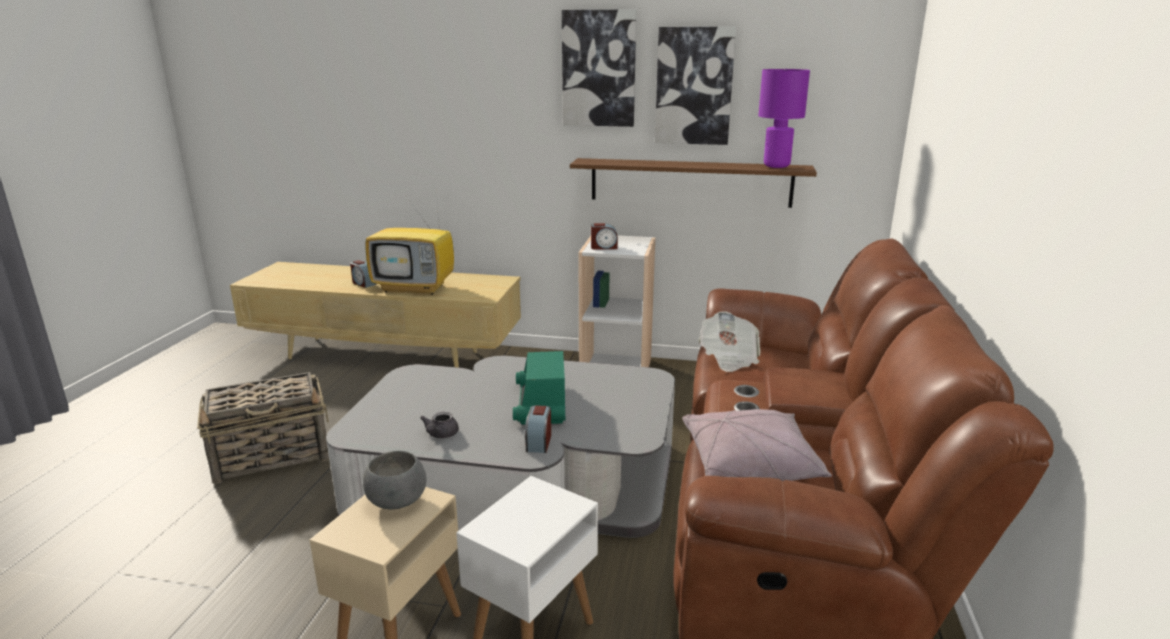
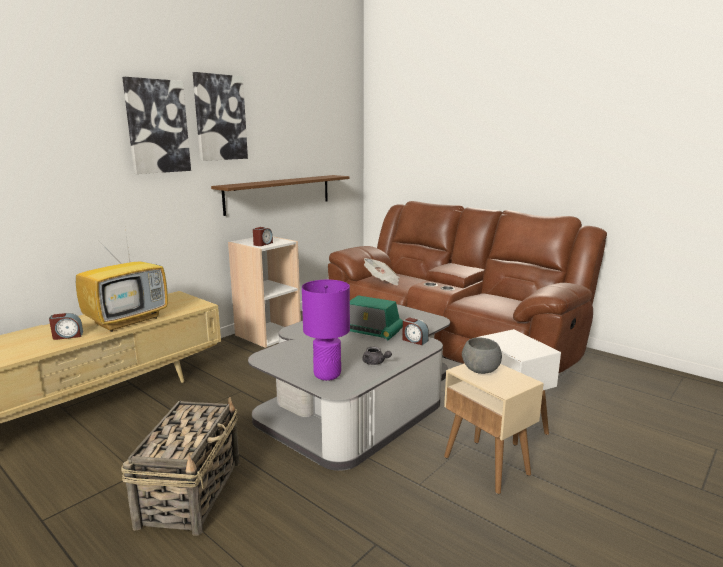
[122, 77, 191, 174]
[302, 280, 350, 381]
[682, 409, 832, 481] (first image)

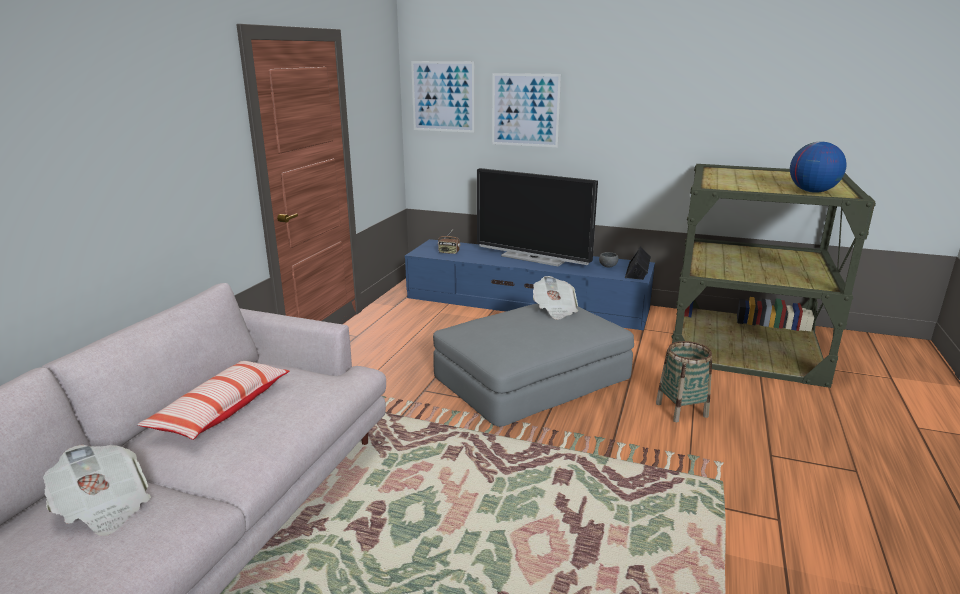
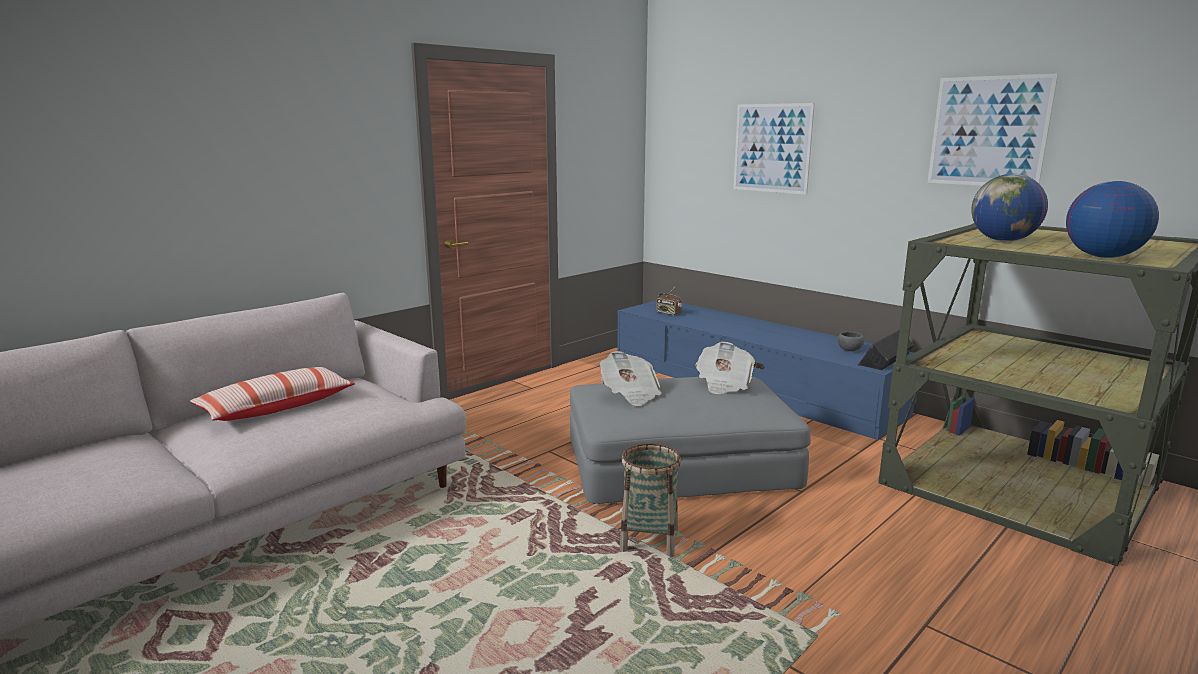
[927, 73, 1058, 186]
[477, 168, 598, 266] (first image)
[620, 443, 681, 557]
[600, 351, 662, 406]
[971, 174, 1048, 241]

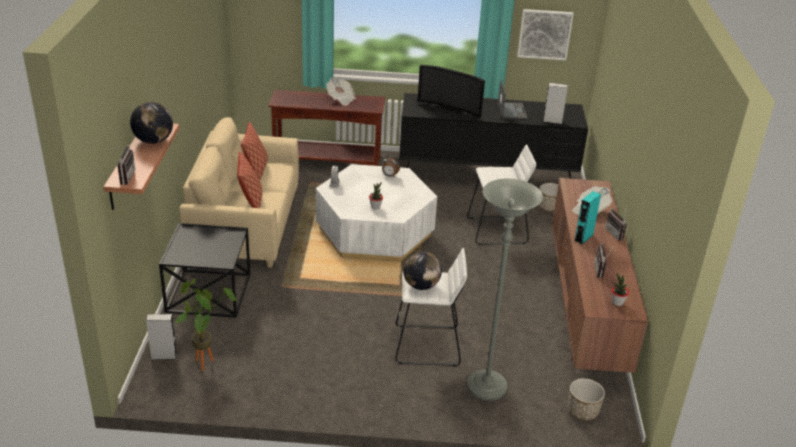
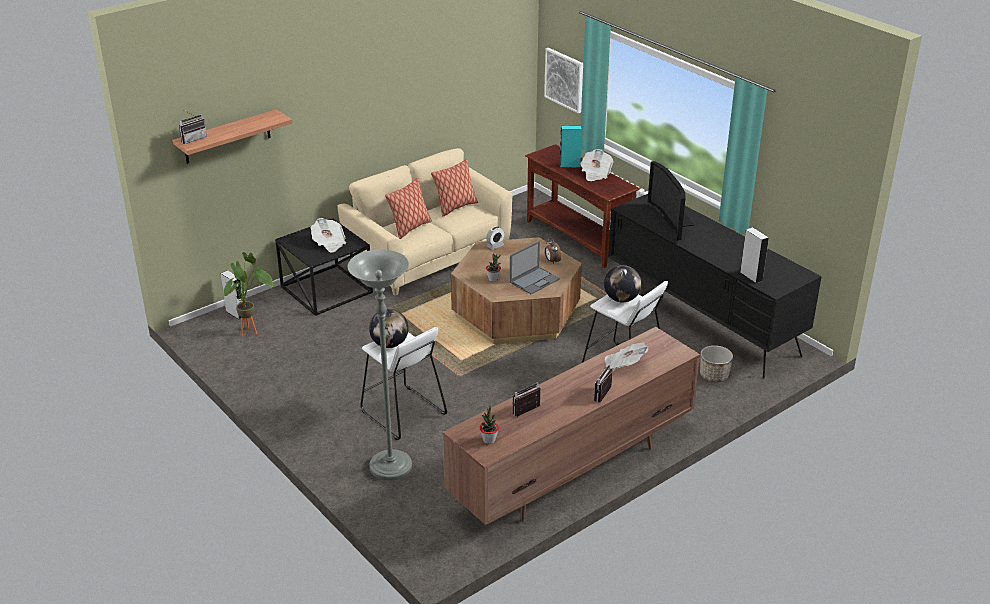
[544, 48, 583, 114]
[510, 241, 560, 294]
[604, 265, 641, 303]
[451, 237, 582, 344]
[560, 126, 582, 168]
[568, 378, 605, 420] (first image)
[311, 218, 346, 253]

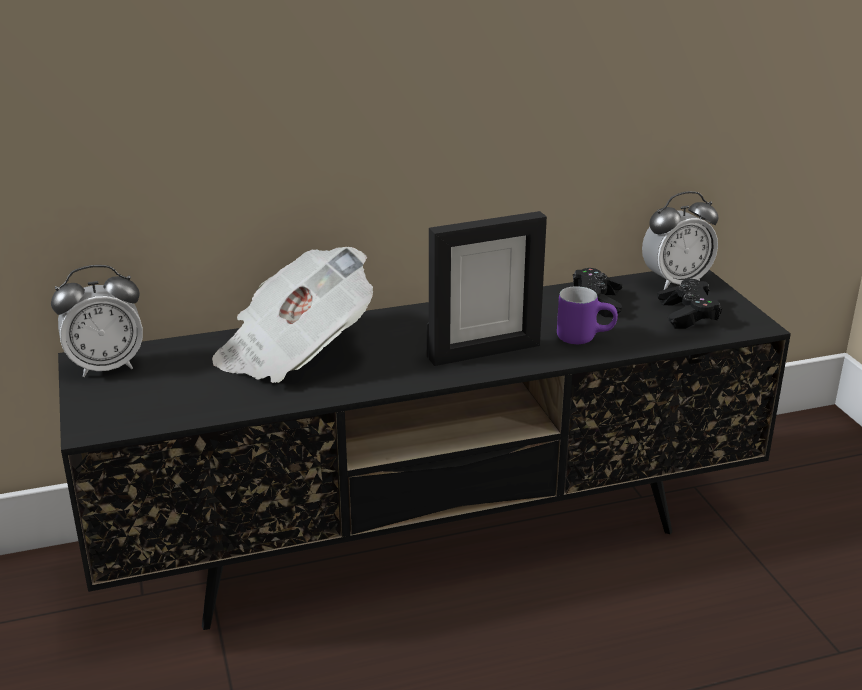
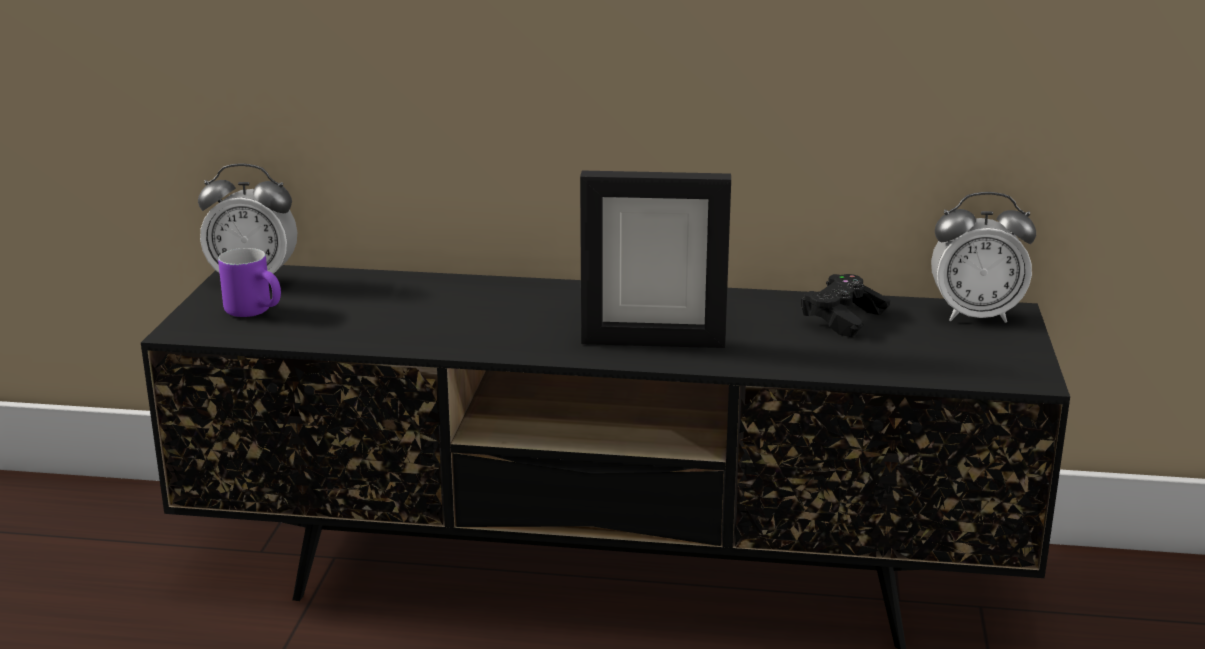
[212, 247, 373, 383] (first image)
[657, 279, 722, 329] (first image)
[218, 248, 281, 317]

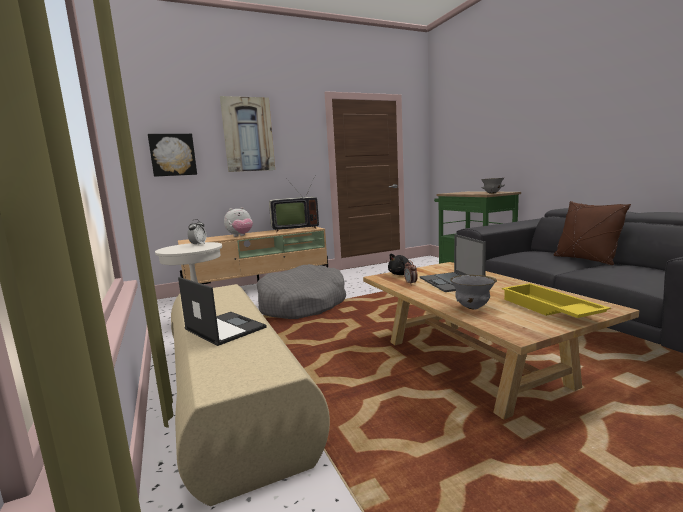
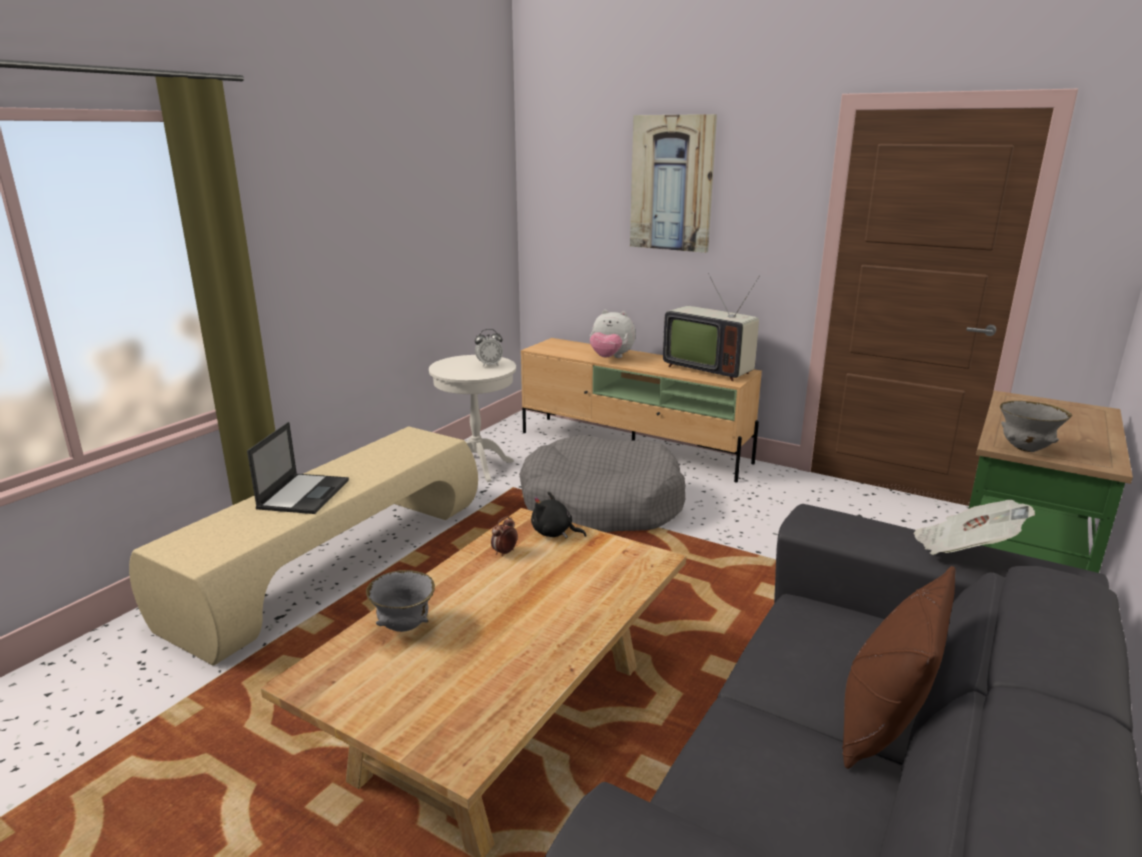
[148, 134, 197, 177] (first image)
[420, 234, 486, 292] (first image)
[502, 283, 611, 318] (first image)
[913, 500, 1035, 555]

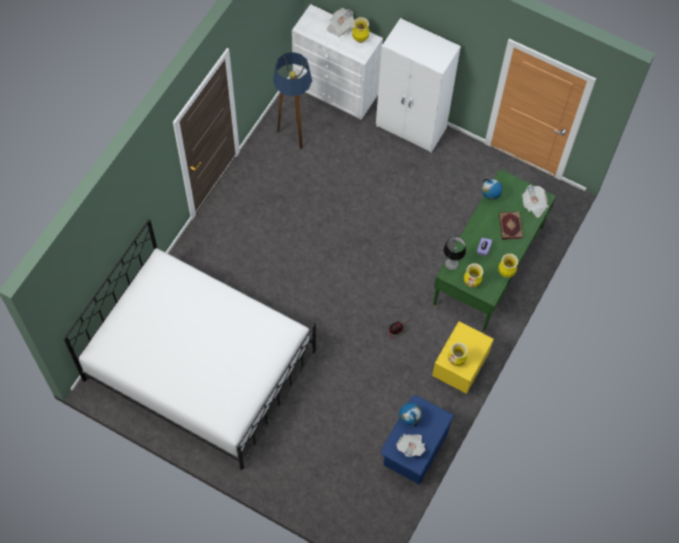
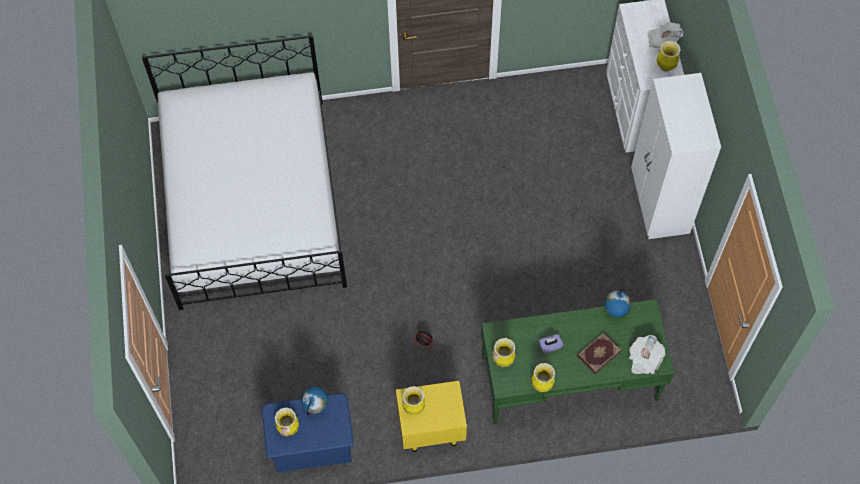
[273, 52, 312, 149] (first image)
[444, 236, 466, 270] (first image)
[275, 408, 299, 436]

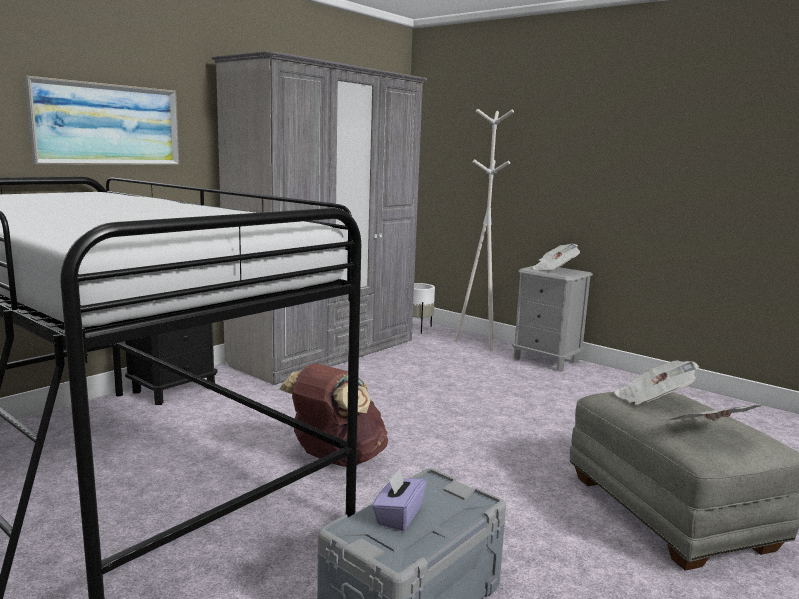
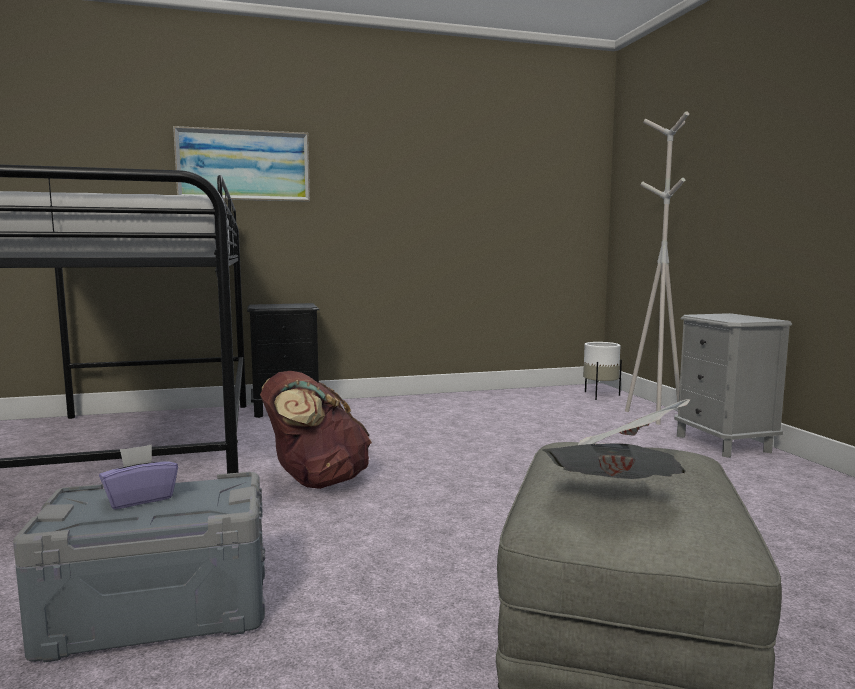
[211, 51, 427, 385] (first image)
[532, 244, 580, 270] (first image)

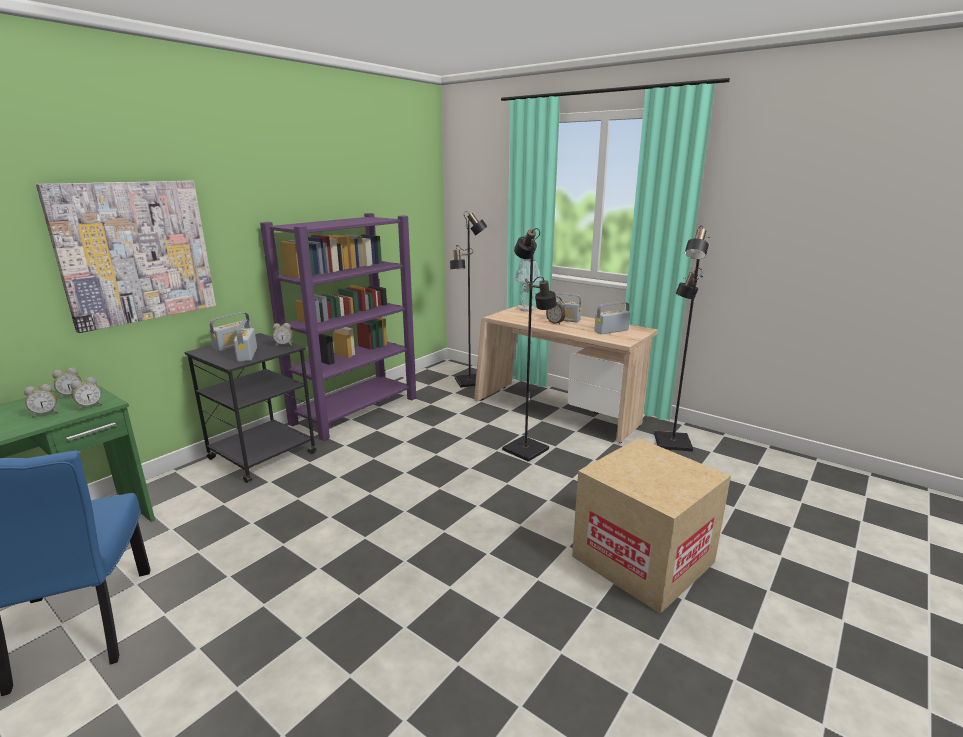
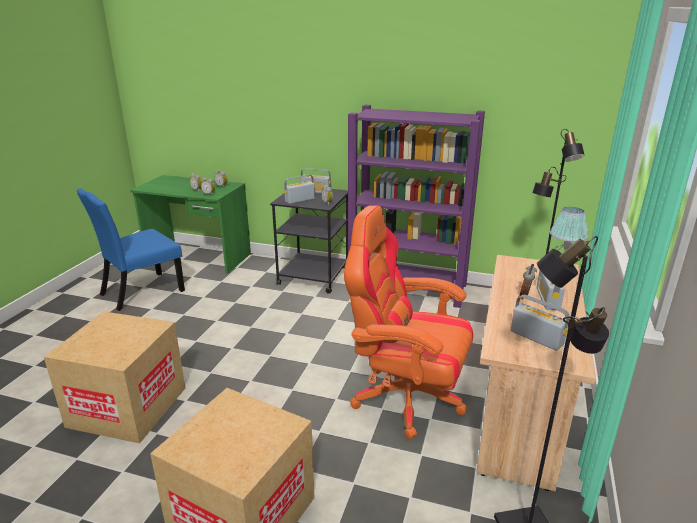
[36, 181, 216, 333] (first image)
[344, 205, 473, 439]
[44, 311, 185, 443]

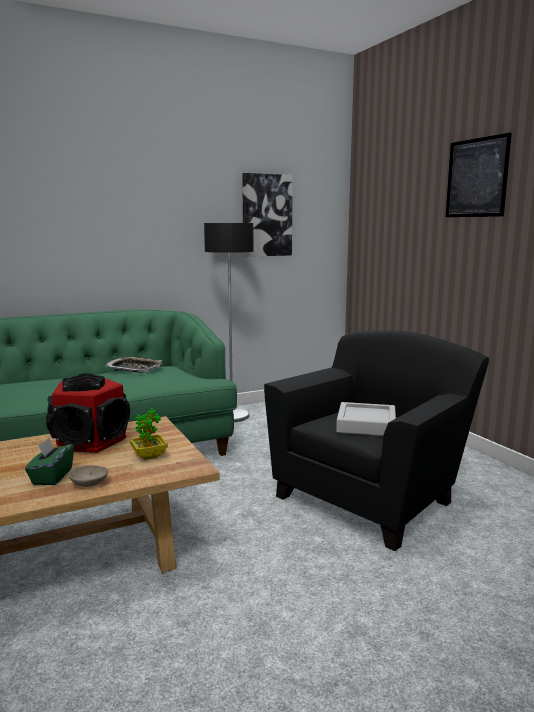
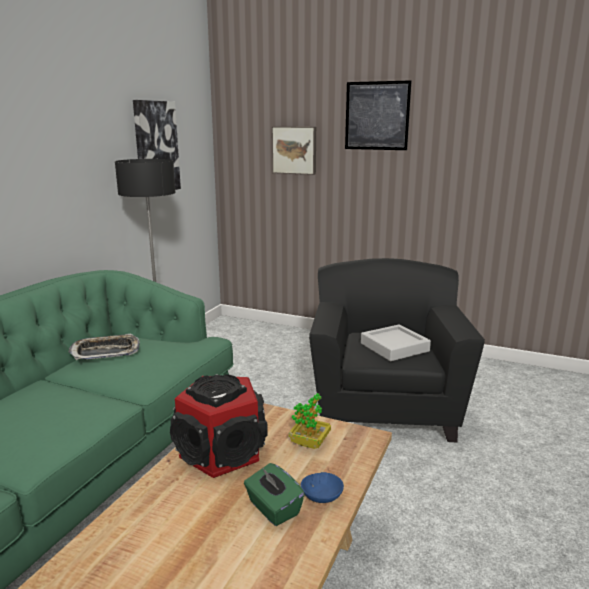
[301, 472, 344, 503]
[272, 126, 316, 175]

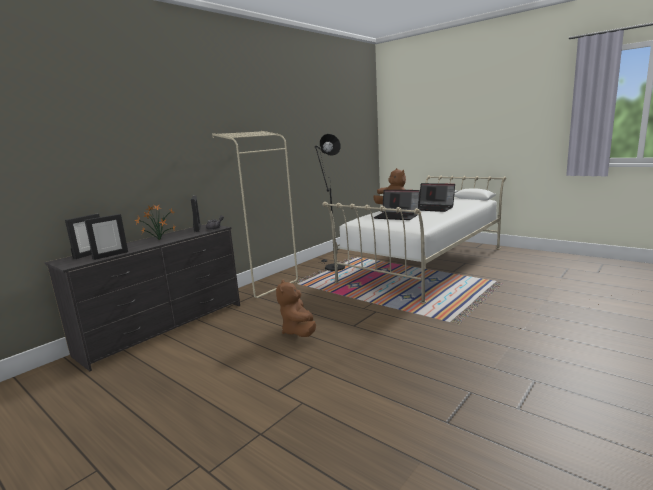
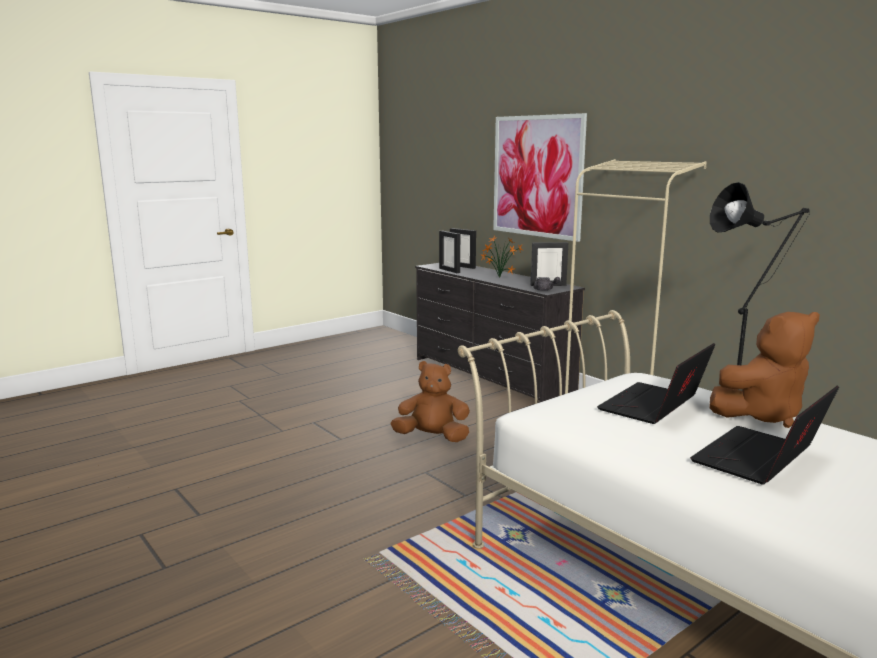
[493, 113, 587, 242]

